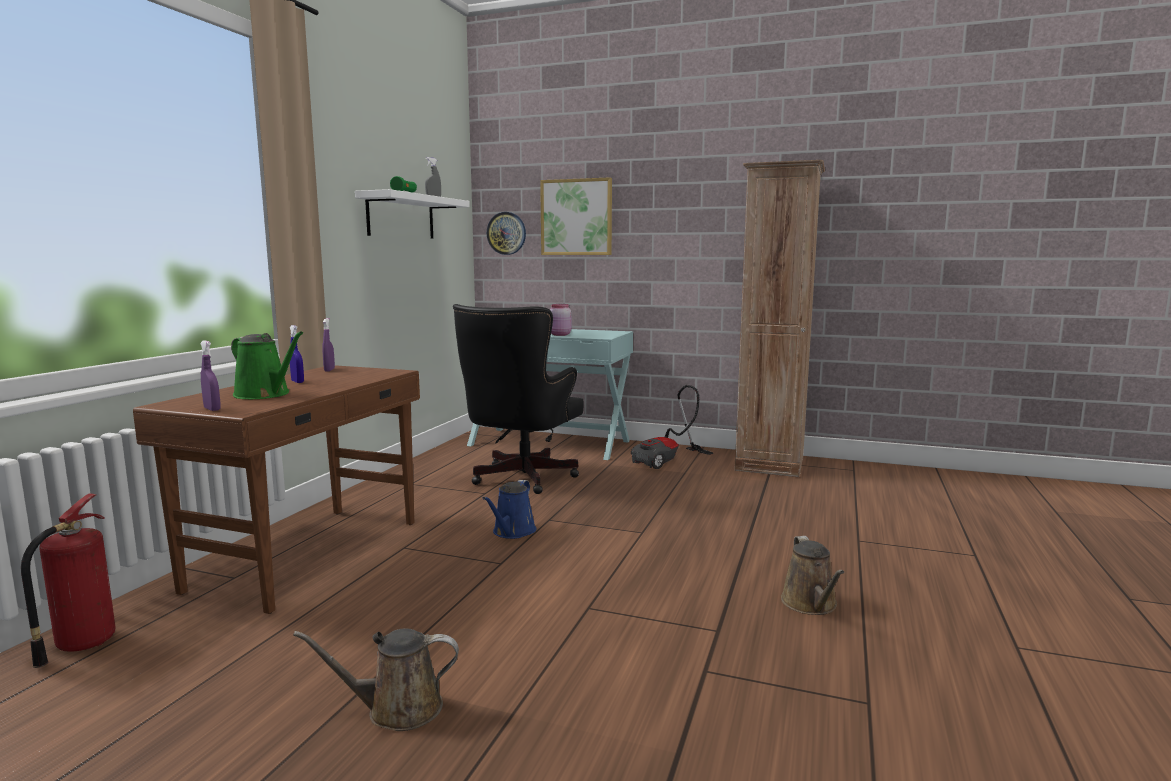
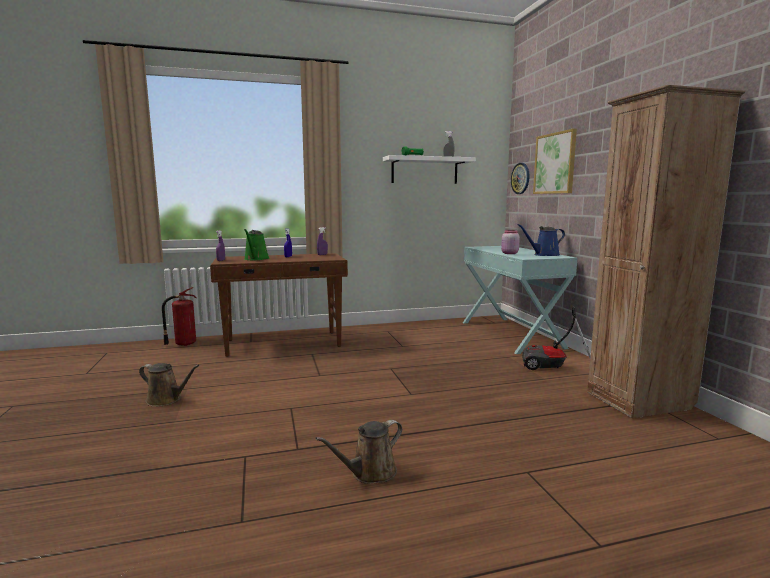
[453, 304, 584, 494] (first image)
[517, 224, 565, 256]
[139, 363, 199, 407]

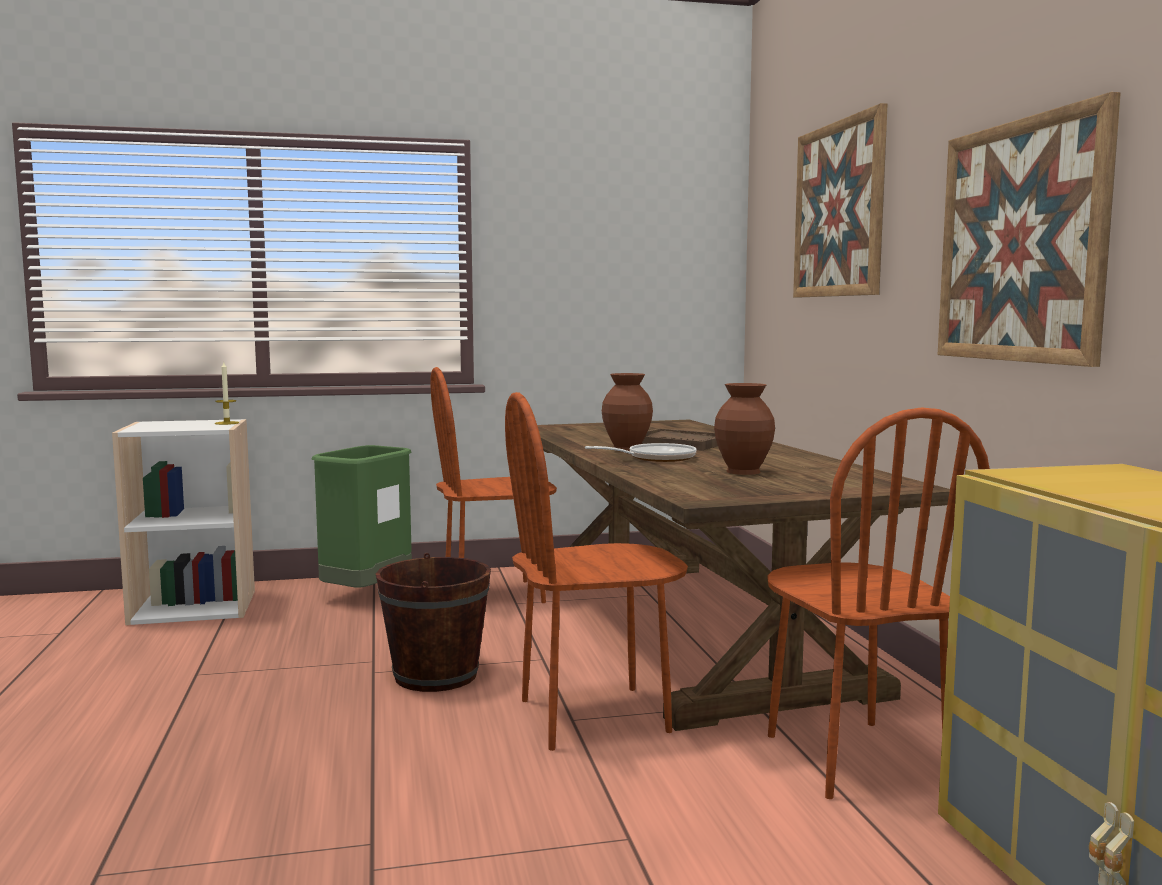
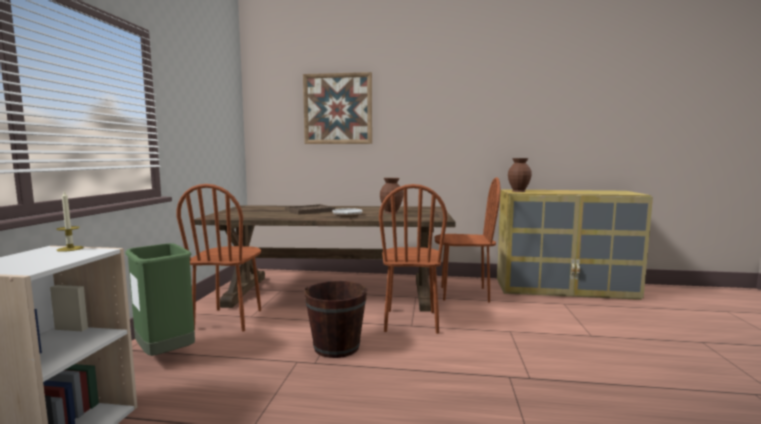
[938, 92, 1121, 367] (first image)
[508, 158, 532, 192]

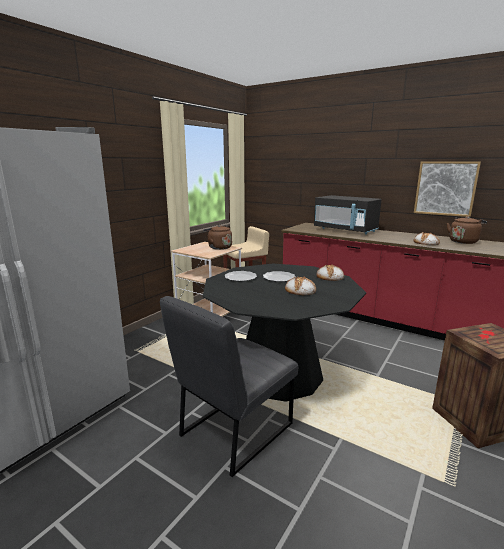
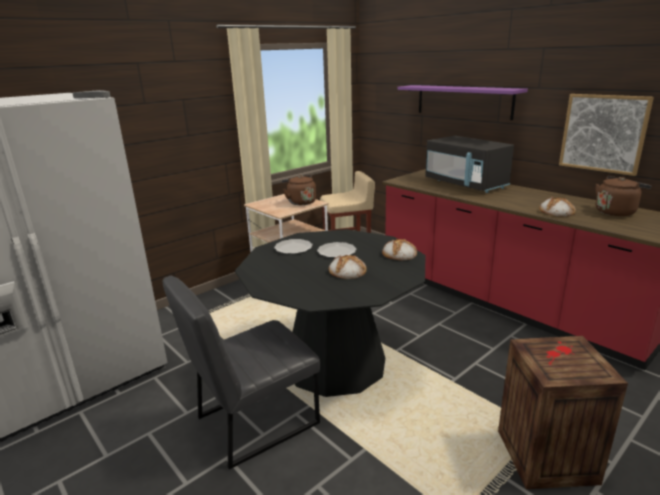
[397, 85, 528, 120]

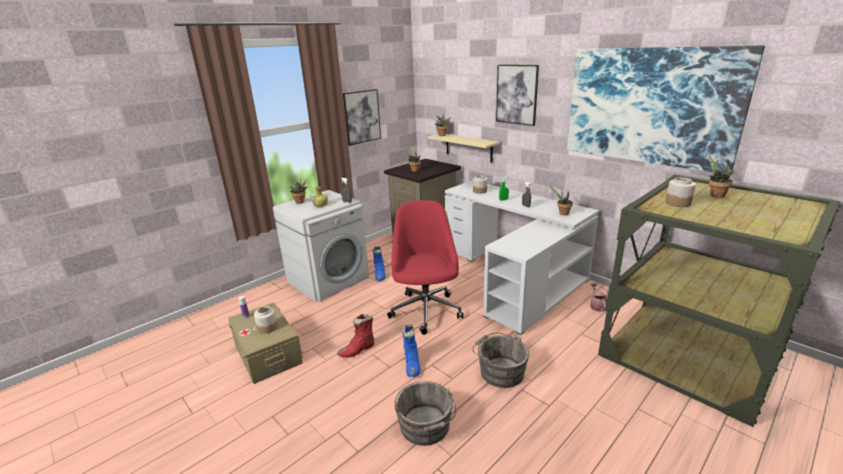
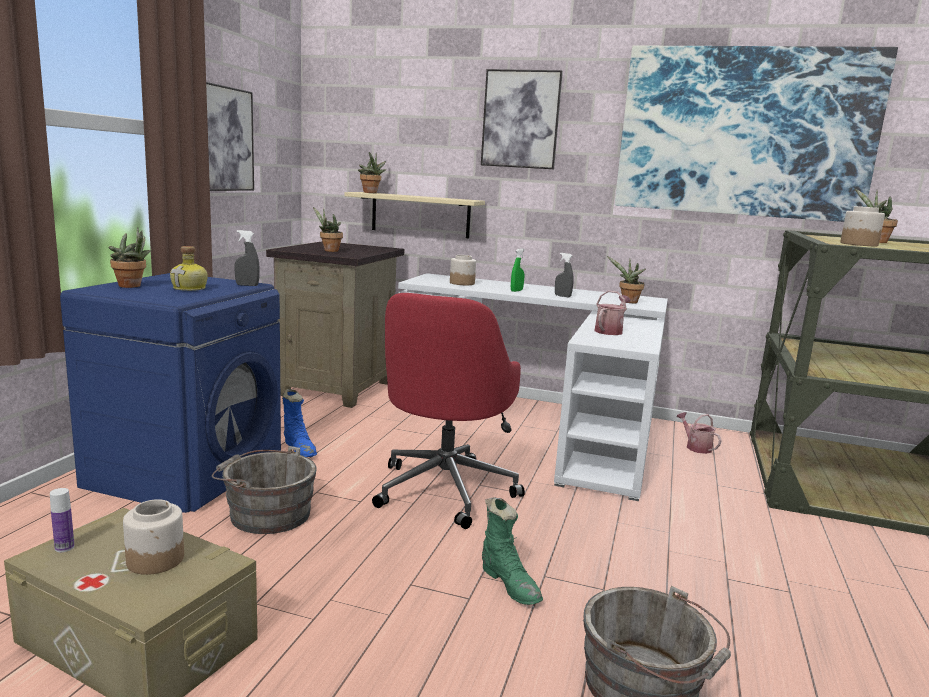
[60, 273, 281, 513]
[372, 293, 525, 529]
[337, 314, 374, 358] (first image)
[482, 497, 543, 605]
[212, 446, 317, 534]
[595, 290, 631, 335]

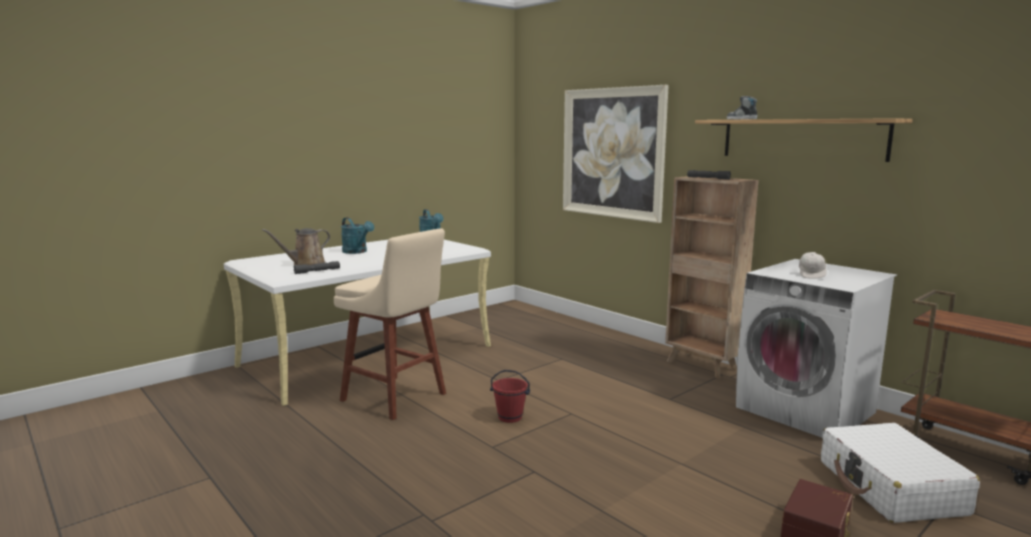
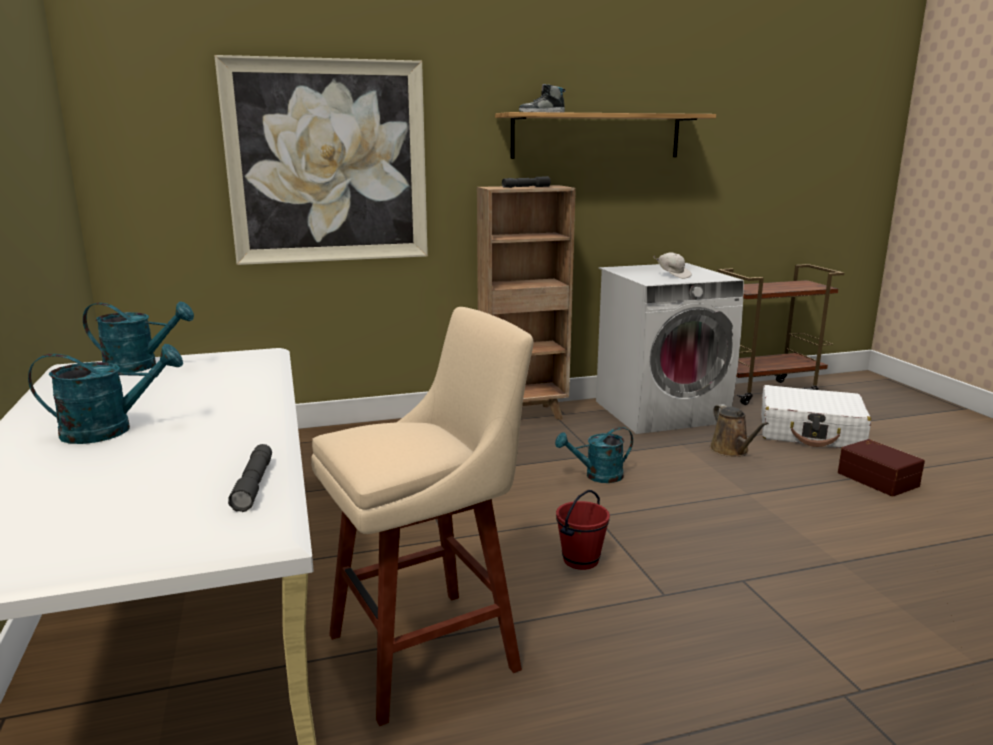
[710, 404, 769, 457]
[555, 427, 633, 483]

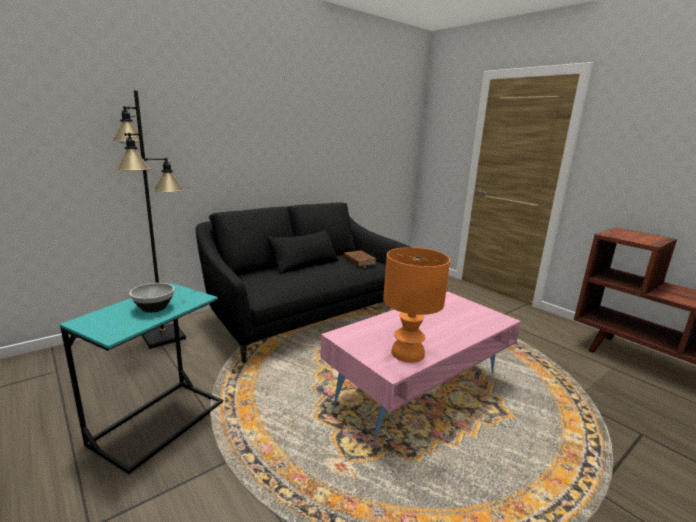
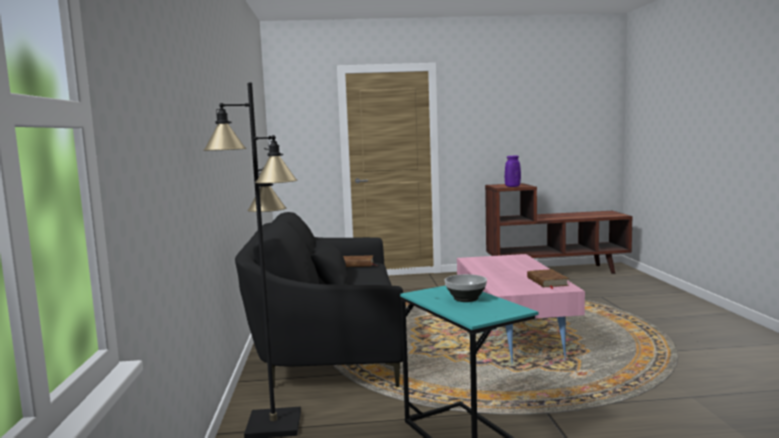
[527, 269, 569, 289]
[505, 155, 521, 187]

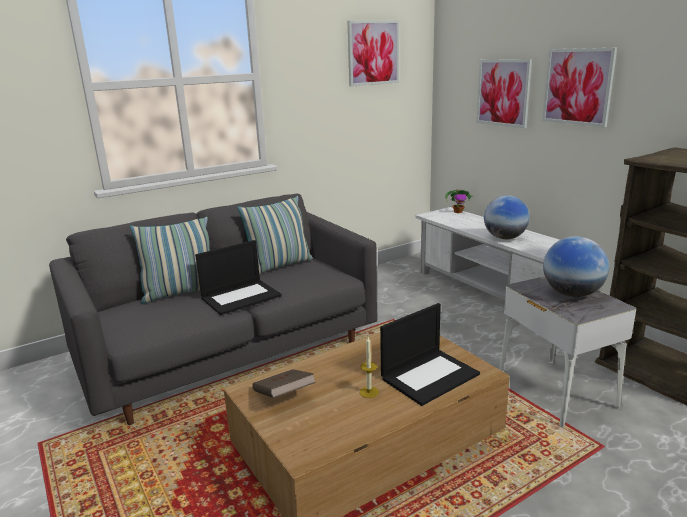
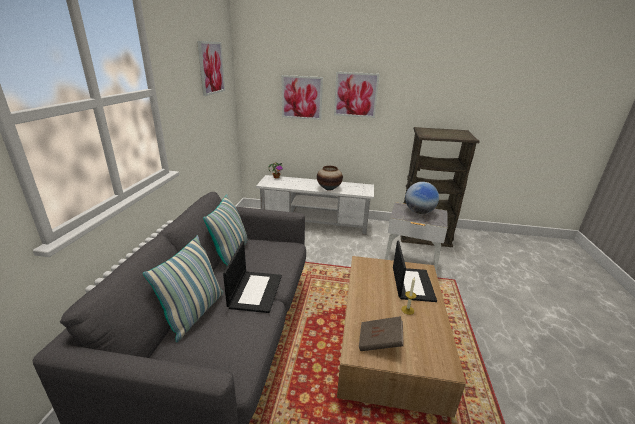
[317, 166, 343, 191]

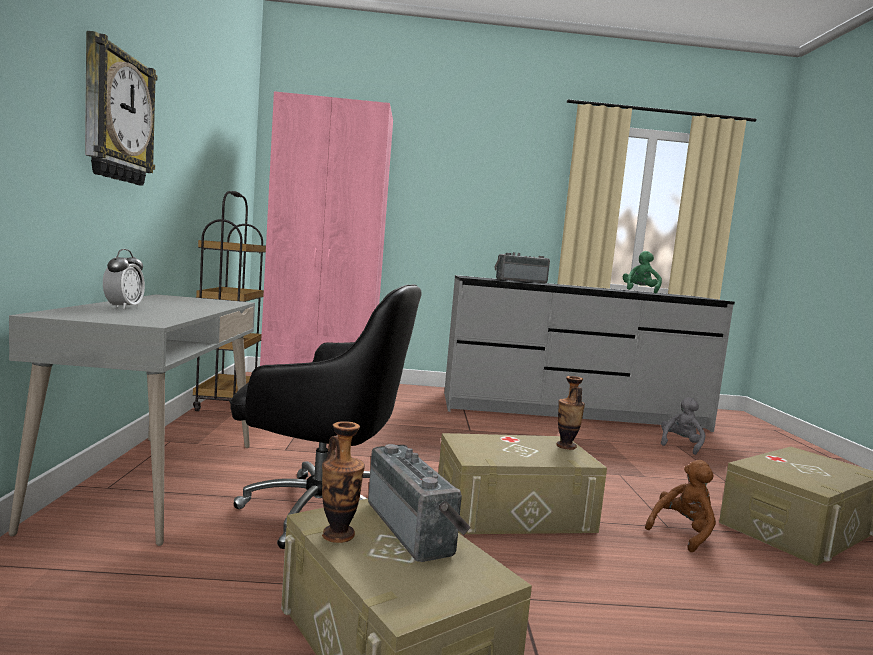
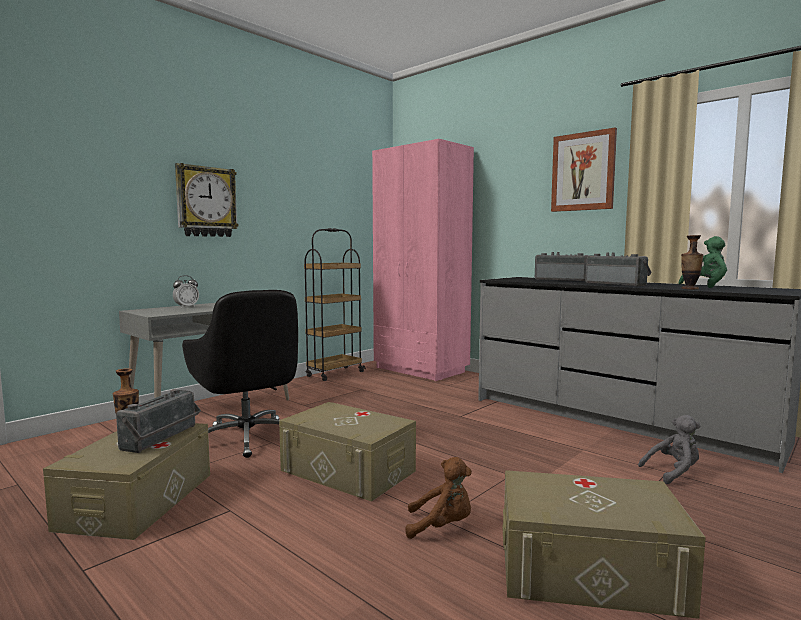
[681, 235, 704, 289]
[551, 128, 617, 212]
[585, 253, 651, 287]

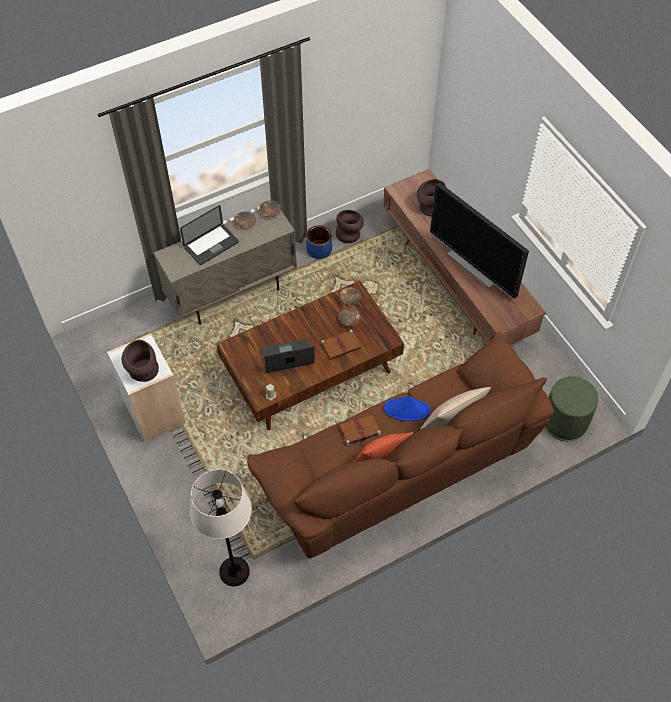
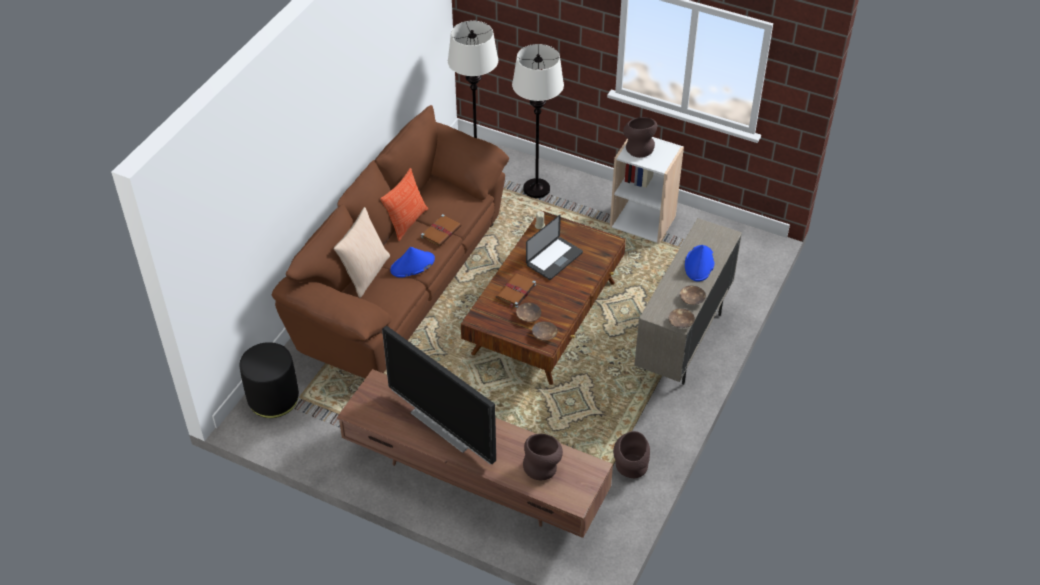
[382, 326, 496, 464]
[685, 245, 715, 281]
[306, 225, 332, 259] (first image)
[240, 342, 299, 418]
[512, 44, 564, 198]

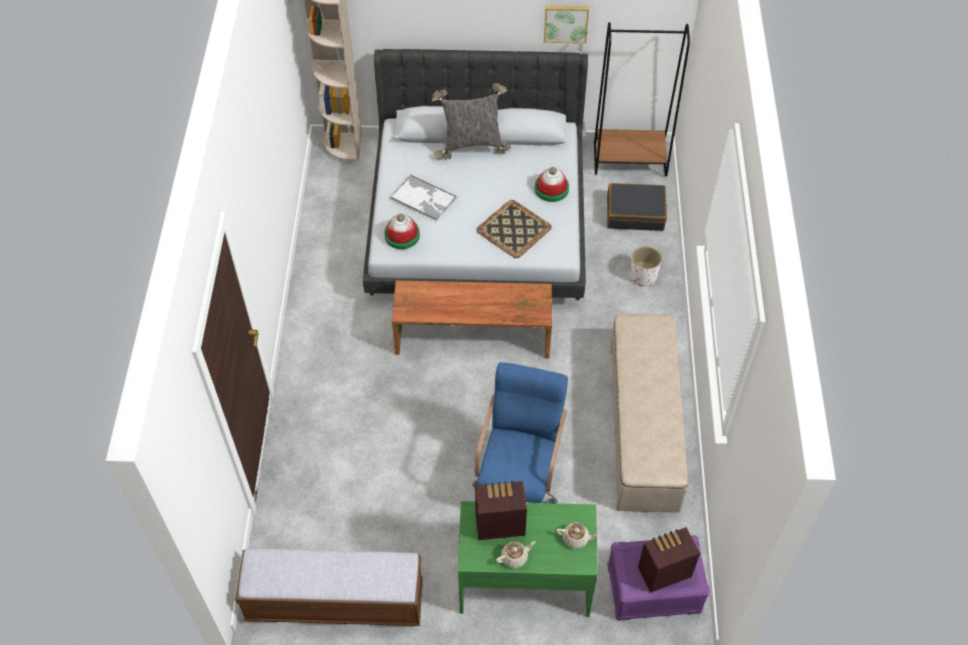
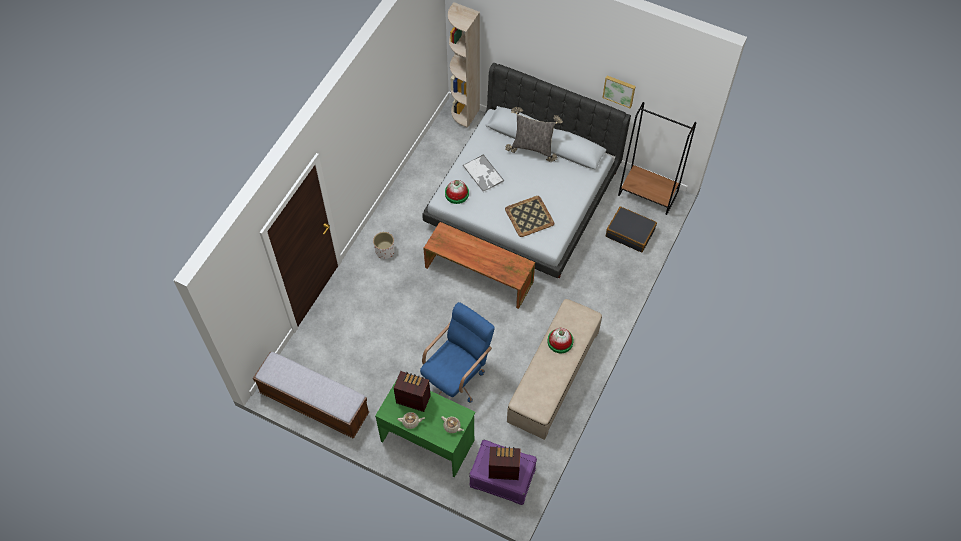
[547, 328, 574, 353]
[373, 232, 394, 259]

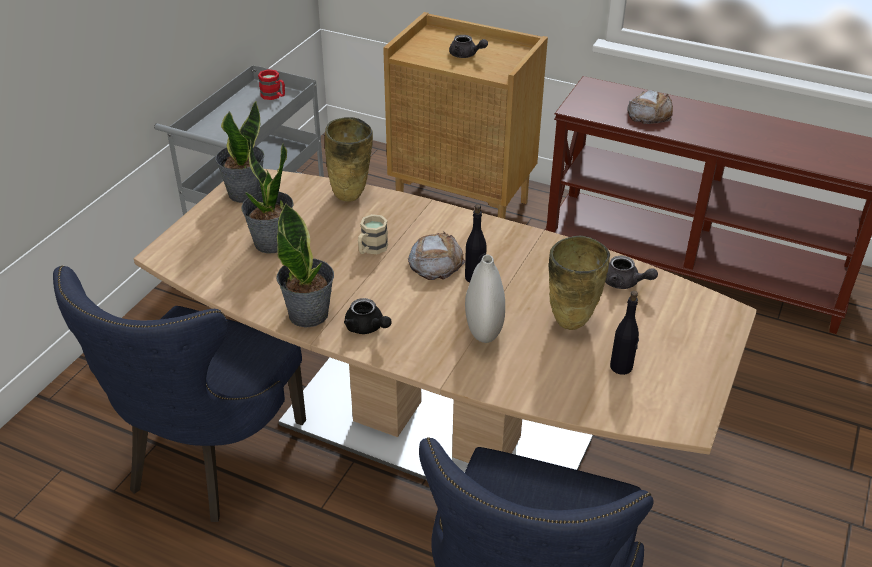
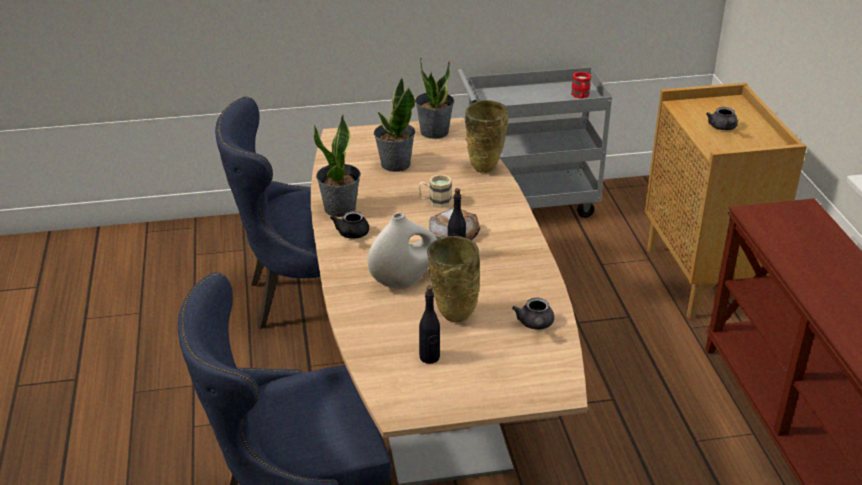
[627, 90, 673, 124] (first image)

